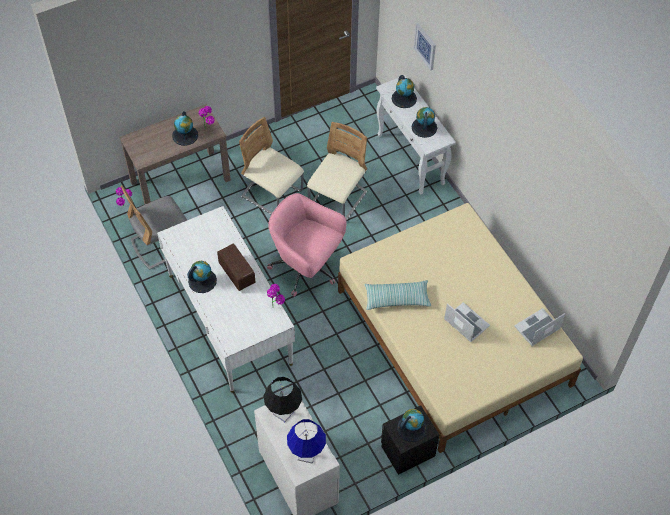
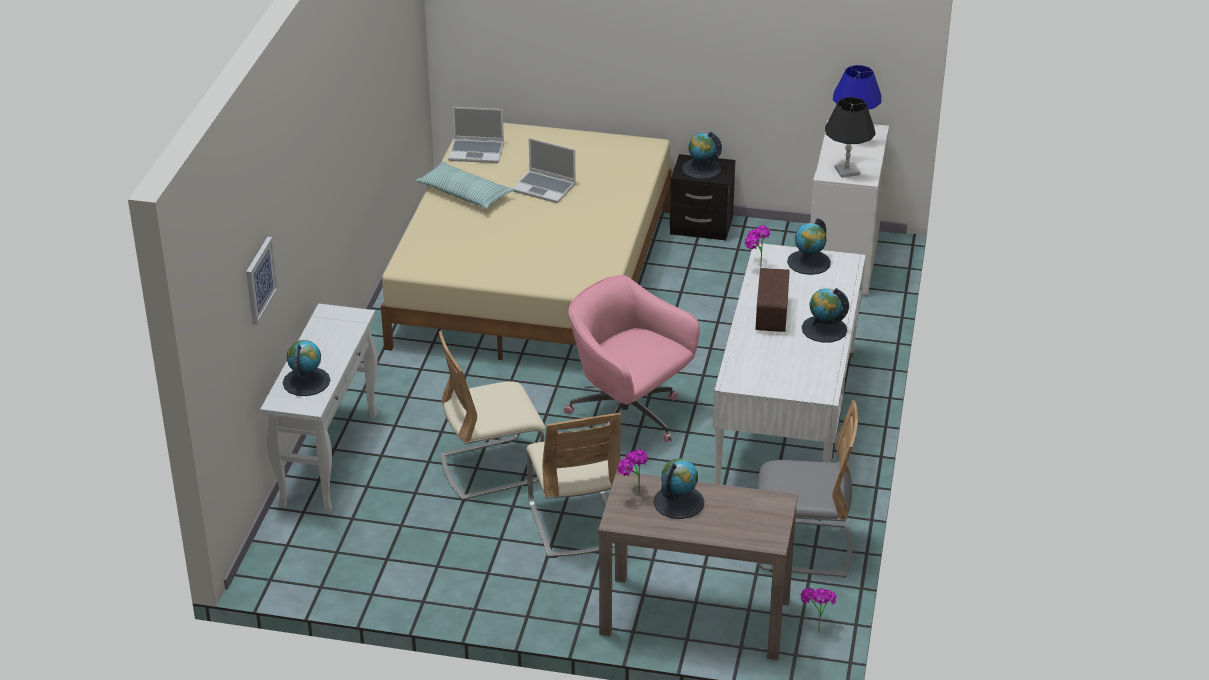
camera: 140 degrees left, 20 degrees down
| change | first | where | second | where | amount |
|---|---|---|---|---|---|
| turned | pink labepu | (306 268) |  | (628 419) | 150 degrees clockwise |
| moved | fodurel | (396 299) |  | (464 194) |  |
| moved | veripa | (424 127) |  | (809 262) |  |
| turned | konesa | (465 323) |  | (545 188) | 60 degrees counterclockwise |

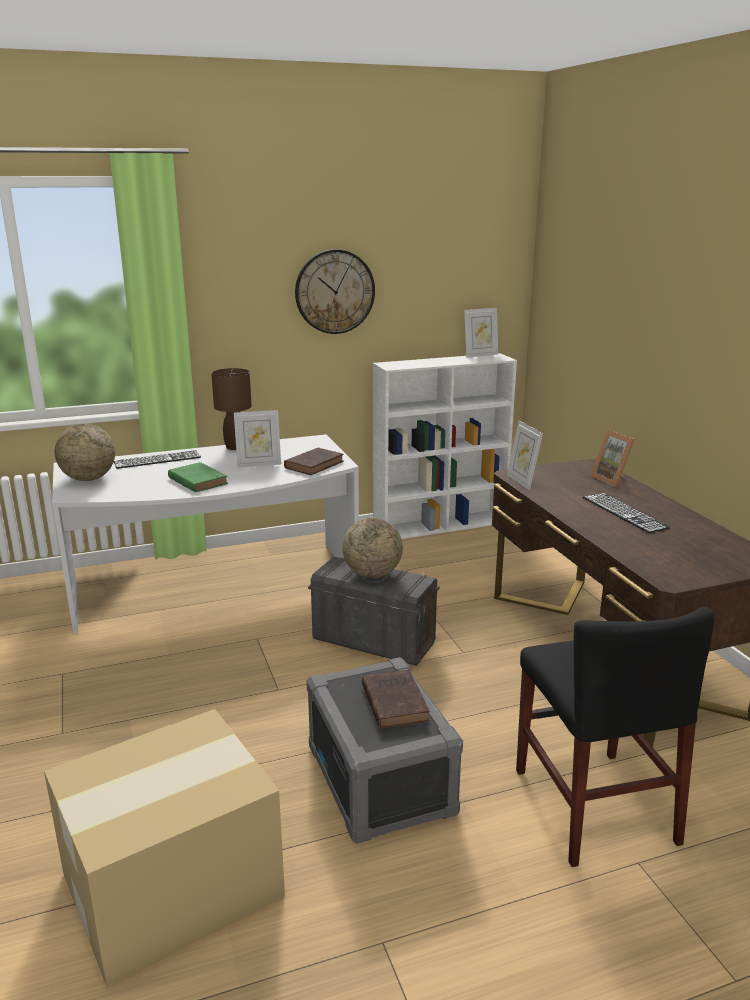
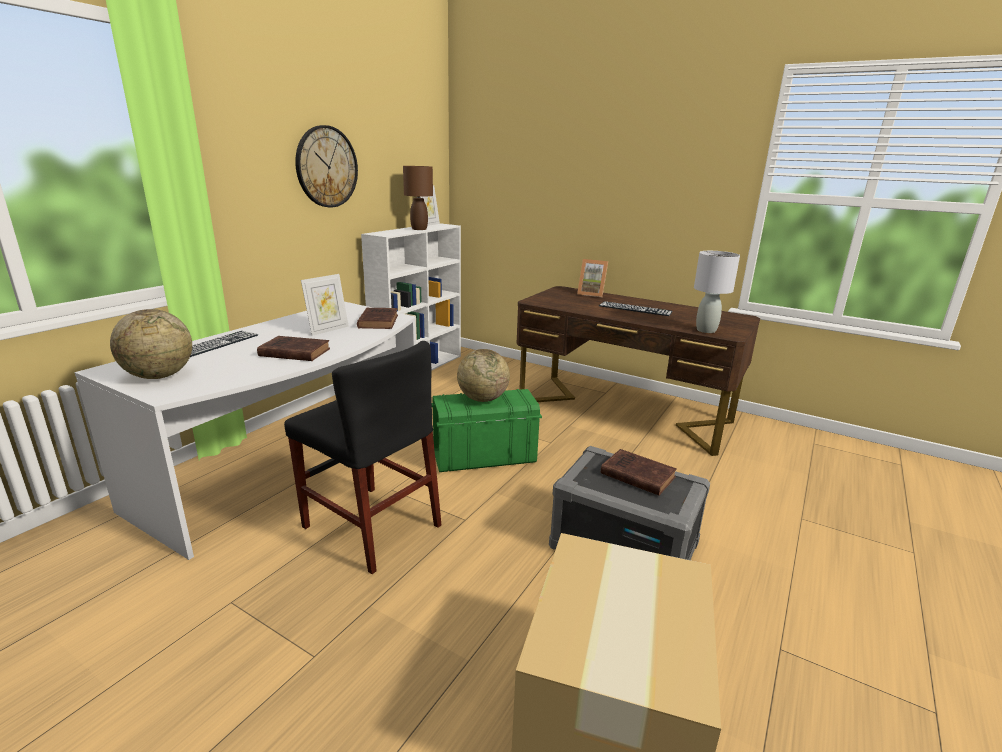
camera: 40 degrees left, 0 degrees up
| change | first | where | second | where | amount |
|---|---|---|---|---|---|
| recoloured | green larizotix | (197 480) | brown larizotix | (293 352) |  |
| moved | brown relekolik | (235 447) |  | (419 229) |  |
| recoloured | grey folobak | (373 640) | green folobak | (483 457) |  |
| removed | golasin | (522 482) |  |  |  |
| moved | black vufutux | (593 805) |  | (371 526) |  |
| added |  |  | grey relekolik | (705 330) |  |

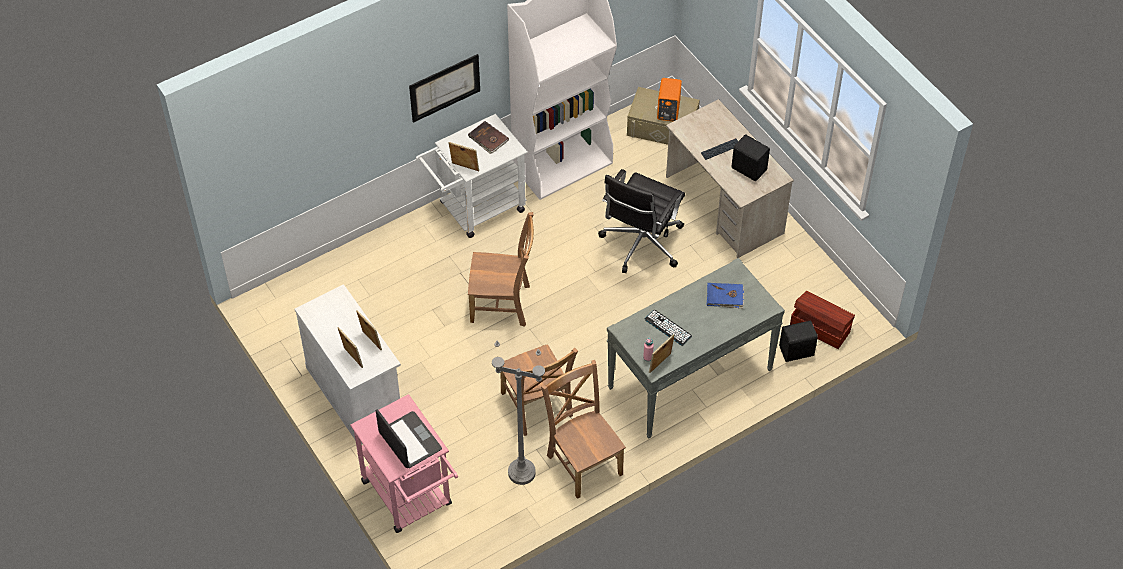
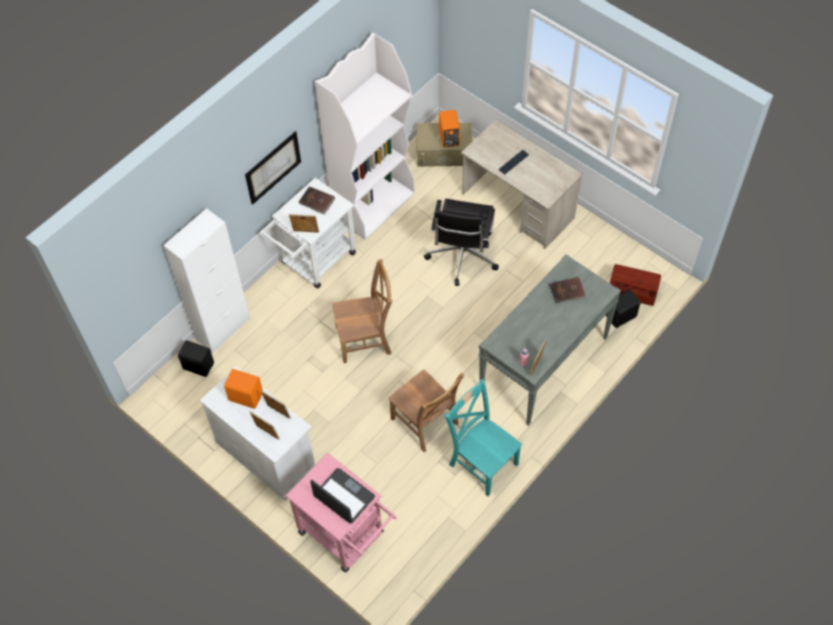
camera: 15 degrees left, 5 degrees up
| change | first | where | second | where | amount |
|---|---|---|---|---|---|
| removed | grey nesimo | (521 473) |  |  |  |
| recoloured | brown vufutux | (583 462) | turquoise vufutux | (482 462) |  |
| removed | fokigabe | (668 328) |  |  |  |
| recoloured | blue larizotix | (725 297) | brown larizotix | (567 291) |  |
| moved | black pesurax | (749 168) |  | (198 365) |  |
| added |  |  | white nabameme | (223 329) |  |
| added |  |  | orange pesurax | (246 396) |  |

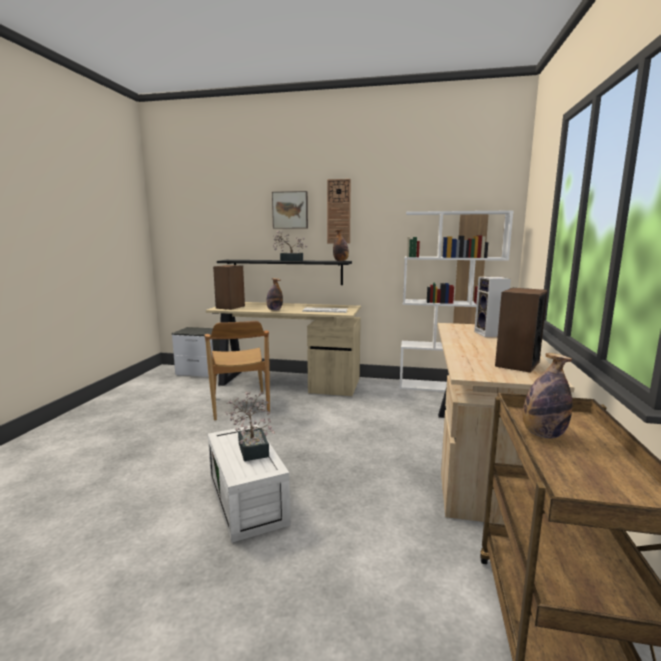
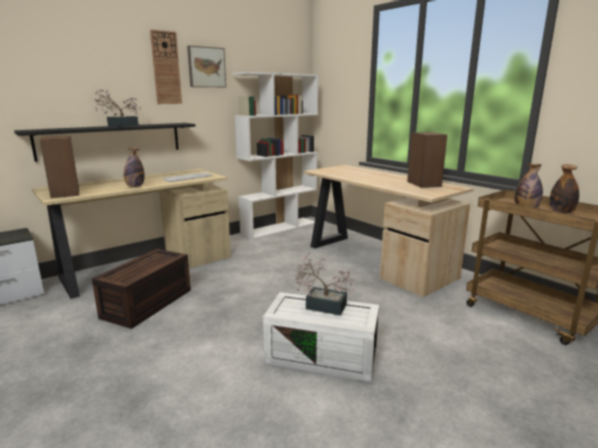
camera: 50 degrees left, 5 degrees up
| change | first | where | second | where | amount |
|---|---|---|---|---|---|
| replaced | brown vufutux | (240 406) | brown folobak | (147 304) |  |
| moved | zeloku | (290 210) |  | (206 67) |  |
| moved | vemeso | (340 261) |  | (561 212) |  |
| removed | pesurax | (490 334) |  |  |  |

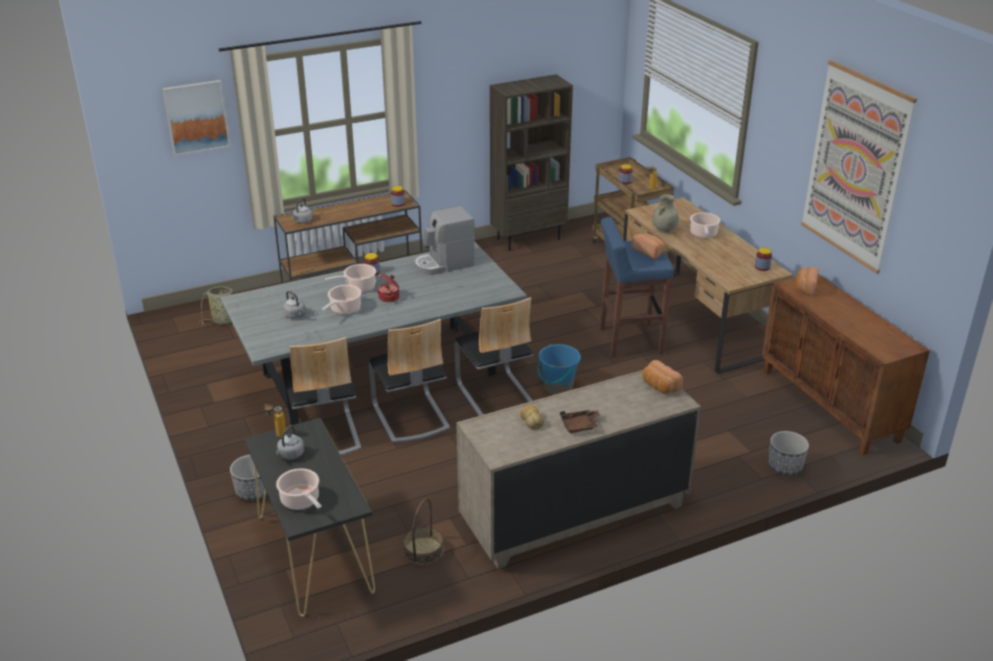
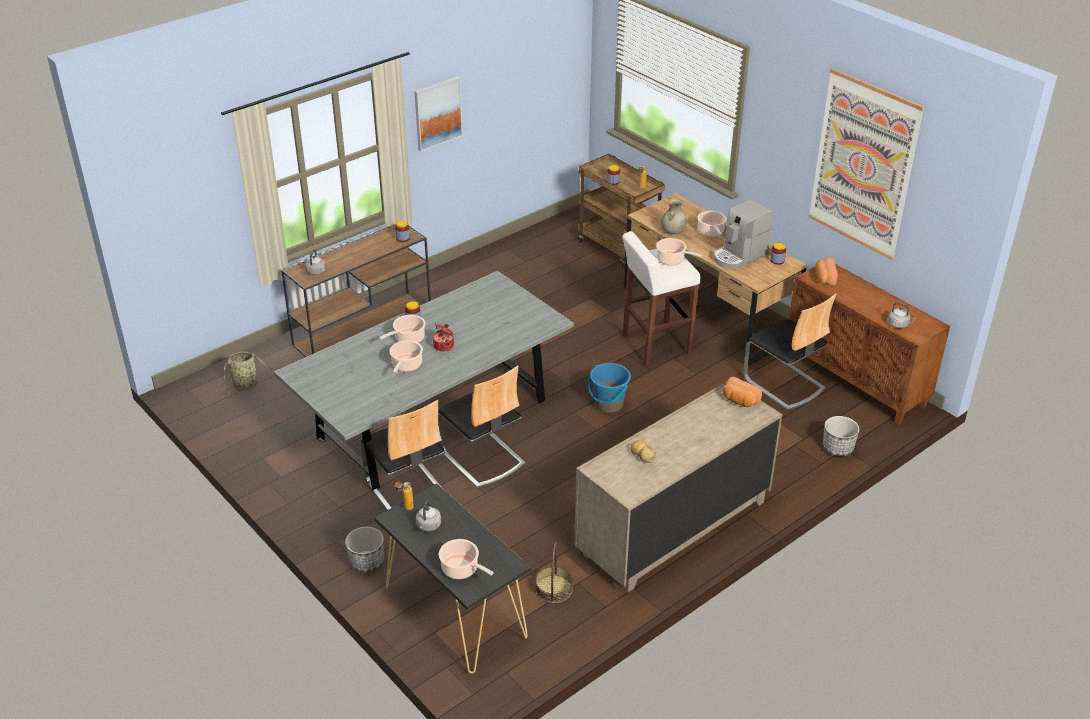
camera: 15 degrees left, 5 degrees up
| change | first | where | second | where | amount |
|---|---|---|---|---|---|
| moved | zeloku | (196 117) |  | (437 113) |  |
| moved | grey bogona | (295 315) |  | (899 324) |  |
| moved | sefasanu | (444 264) |  | (739 256) |  |
| moved | vufutux | (494 394) |  | (784 384) |  |
| removed | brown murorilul | (528 239) |  |  |  |
| removed | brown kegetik | (579 426) |  |  |  |
| recoloured | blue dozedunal | (629 341) | white dozedunal | (655 344) |  |
| replaced | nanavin | (649 252) | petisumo | (672 260) |  |

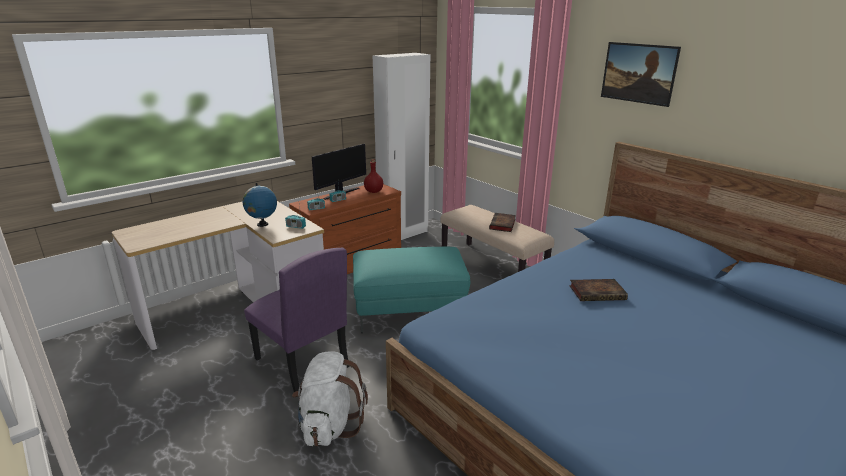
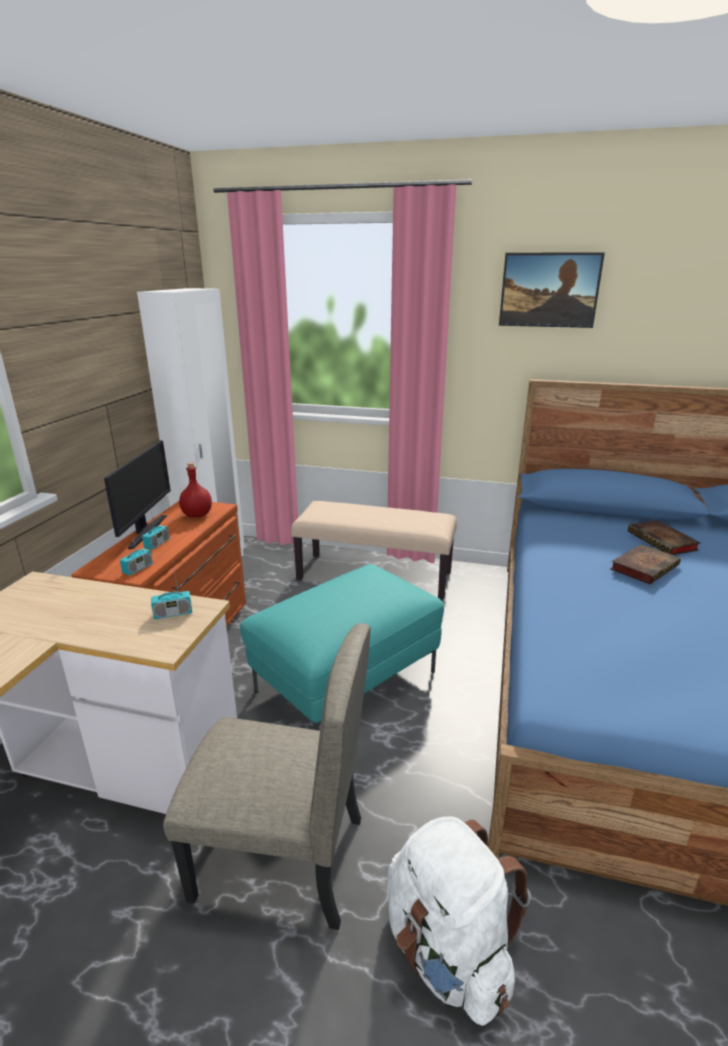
camera: 35 degrees left, 0 degrees up
| change | first | where | second | where | amount |
|---|---|---|---|---|---|
| removed | veripa | (262 224) |  |  |  |
| recoloured | purple vufutux | (301 363) | beige vufutux | (279 858) |  |
| moved | larizotix | (502 225) |  | (663 542) |  |

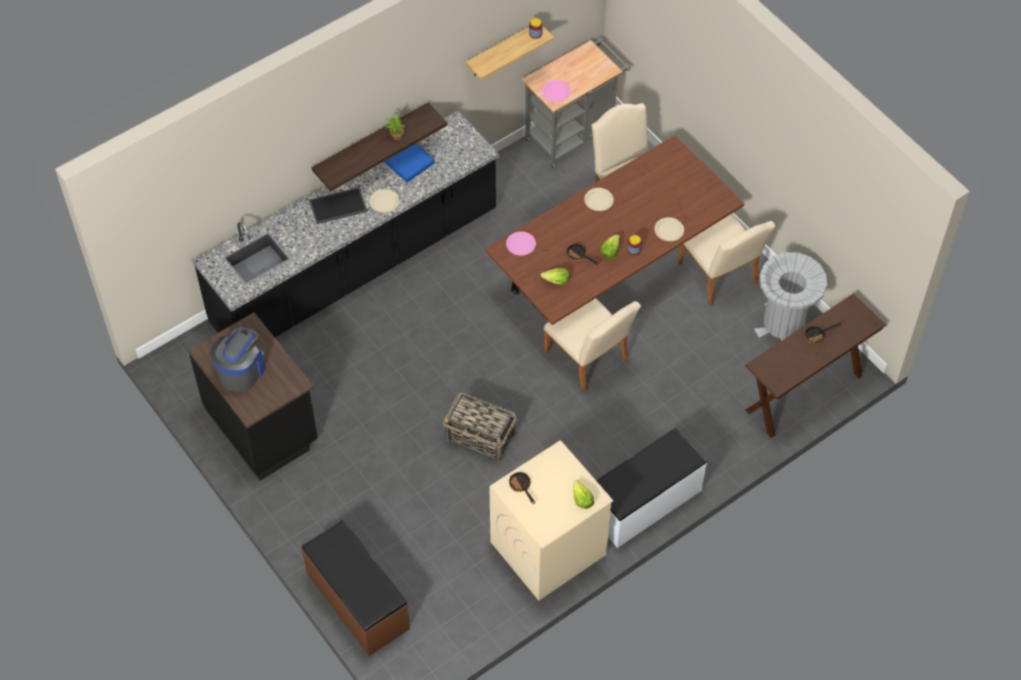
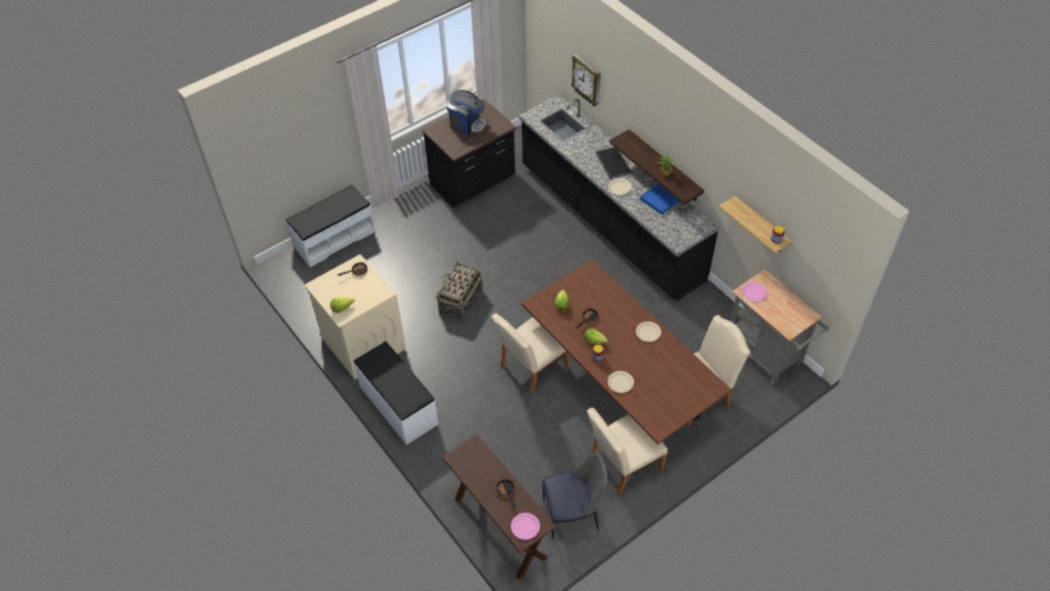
camera: 90 degrees right, 5 degrees down
| change | first | where | second | where | amount |
|---|---|---|---|---|---|
| recoloured | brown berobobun | (357 601) | white berobobun | (334 239) |  |
| moved | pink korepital | (521 244) |  | (525 526) |  |
| replaced | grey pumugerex | (783 325) | vufutux | (573 515) |  |
| added |  |  | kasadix | (587 80) |  |

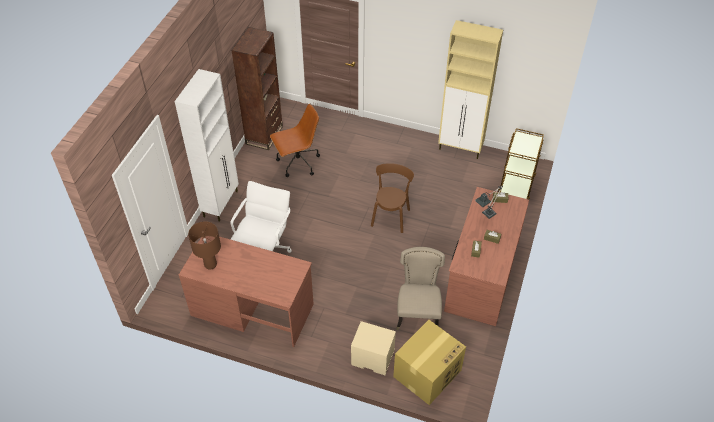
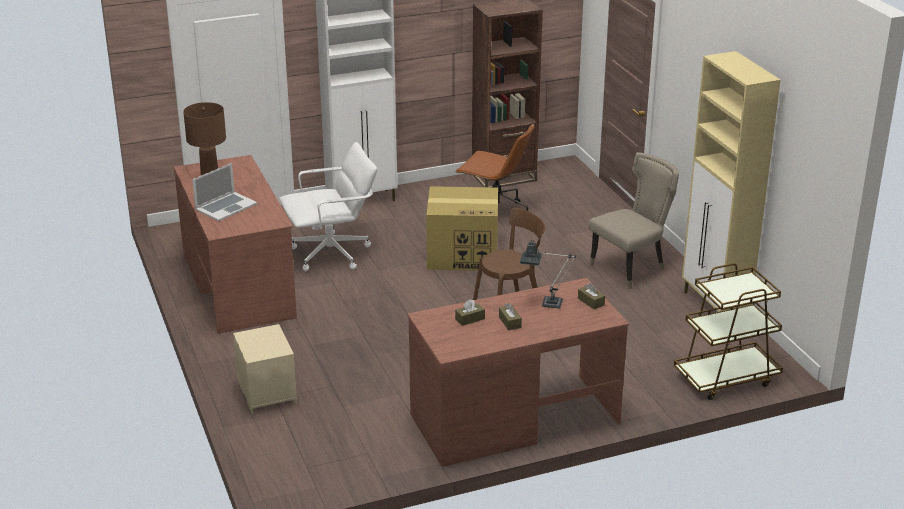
camera: 50 degrees right, 20 degrees down
| change | first | where | second | where | amount |
|---|---|---|---|---|---|
| moved | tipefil | (427 372) |  | (463 255) |  |
| moved | beige vufutux | (418 314) |  | (631 268) |  |
| added |  |  | konesa | (225 206) |  |

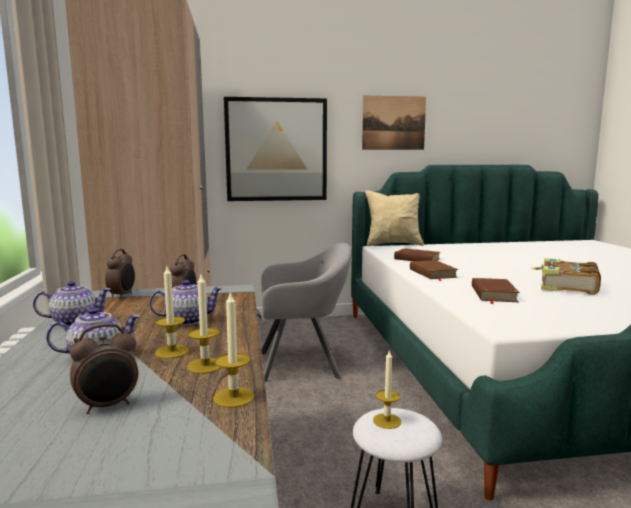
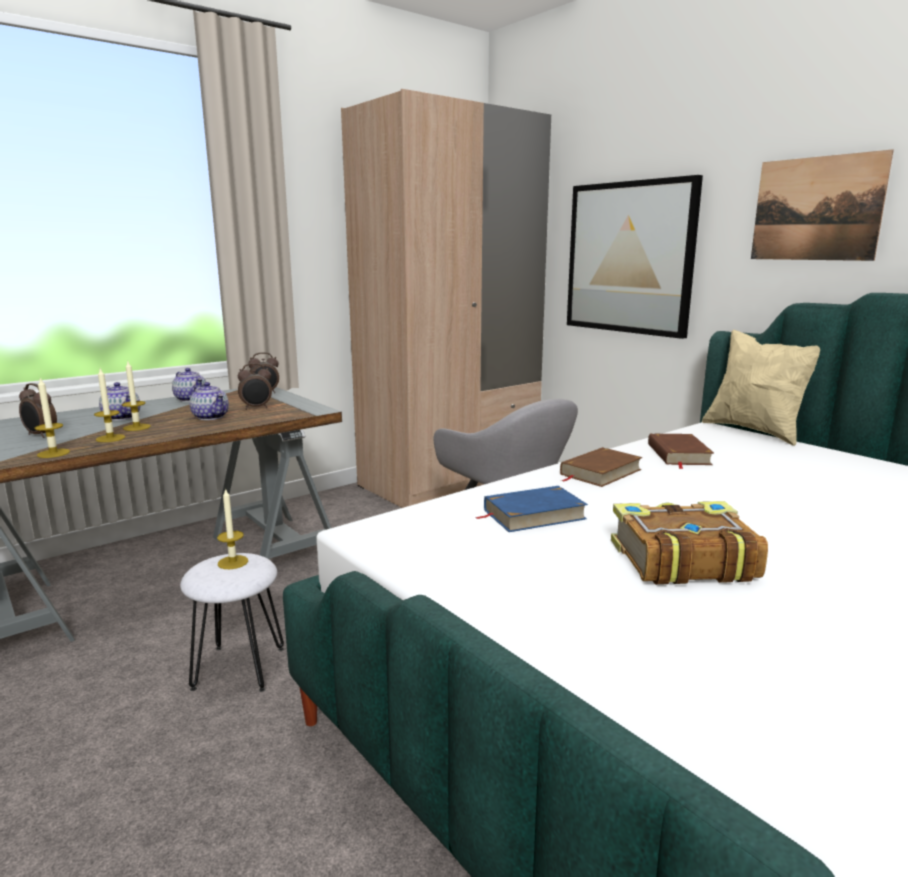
camera: 60 degrees right, 5 degrees up
| change | first | where | second | where | amount |
|---|---|---|---|---|---|
| recoloured | brown larizotix | (493 294) | blue larizotix | (533 514) |  |

